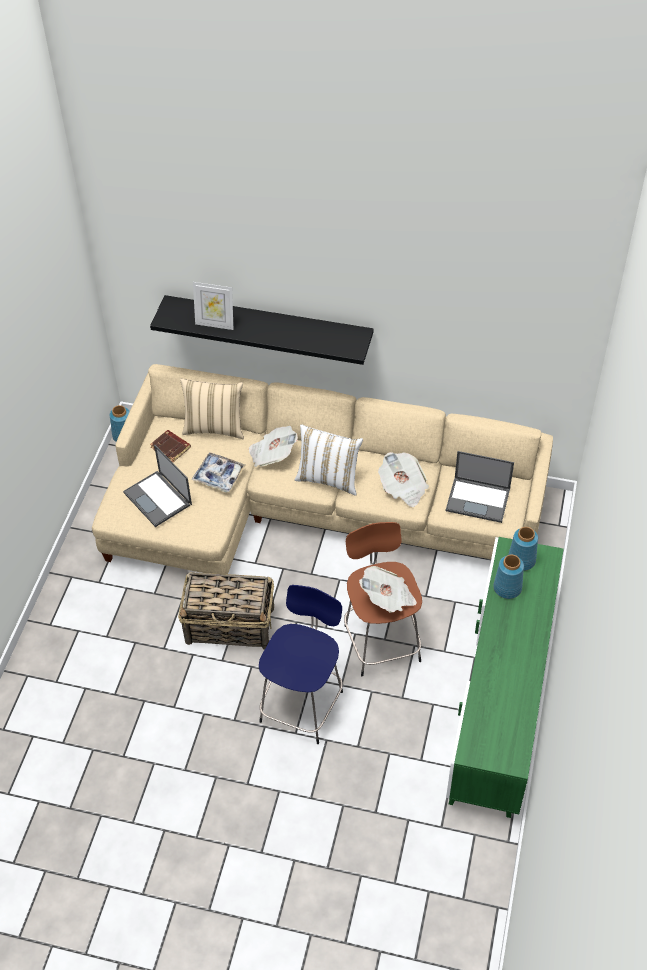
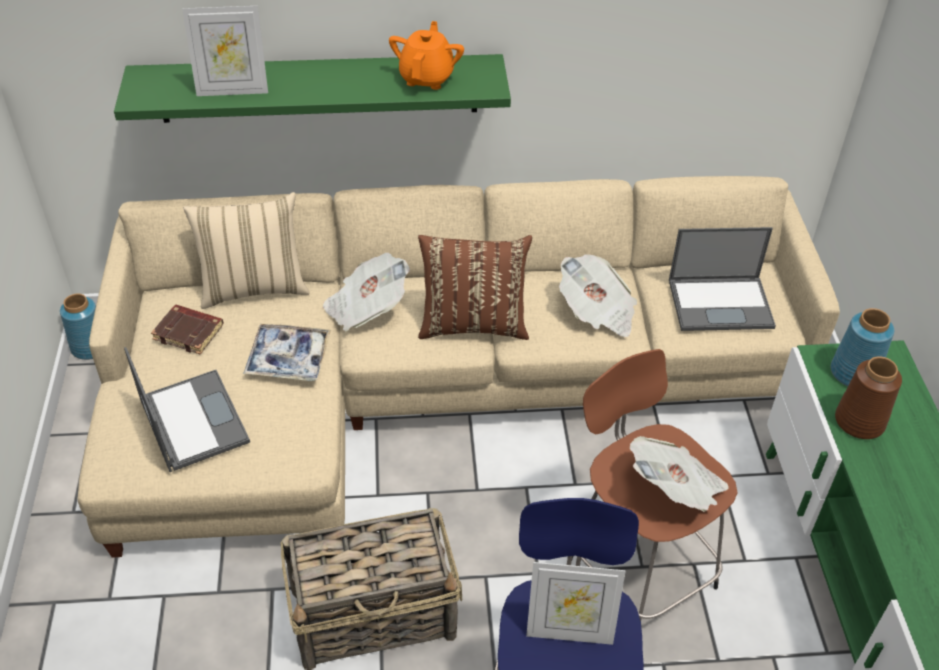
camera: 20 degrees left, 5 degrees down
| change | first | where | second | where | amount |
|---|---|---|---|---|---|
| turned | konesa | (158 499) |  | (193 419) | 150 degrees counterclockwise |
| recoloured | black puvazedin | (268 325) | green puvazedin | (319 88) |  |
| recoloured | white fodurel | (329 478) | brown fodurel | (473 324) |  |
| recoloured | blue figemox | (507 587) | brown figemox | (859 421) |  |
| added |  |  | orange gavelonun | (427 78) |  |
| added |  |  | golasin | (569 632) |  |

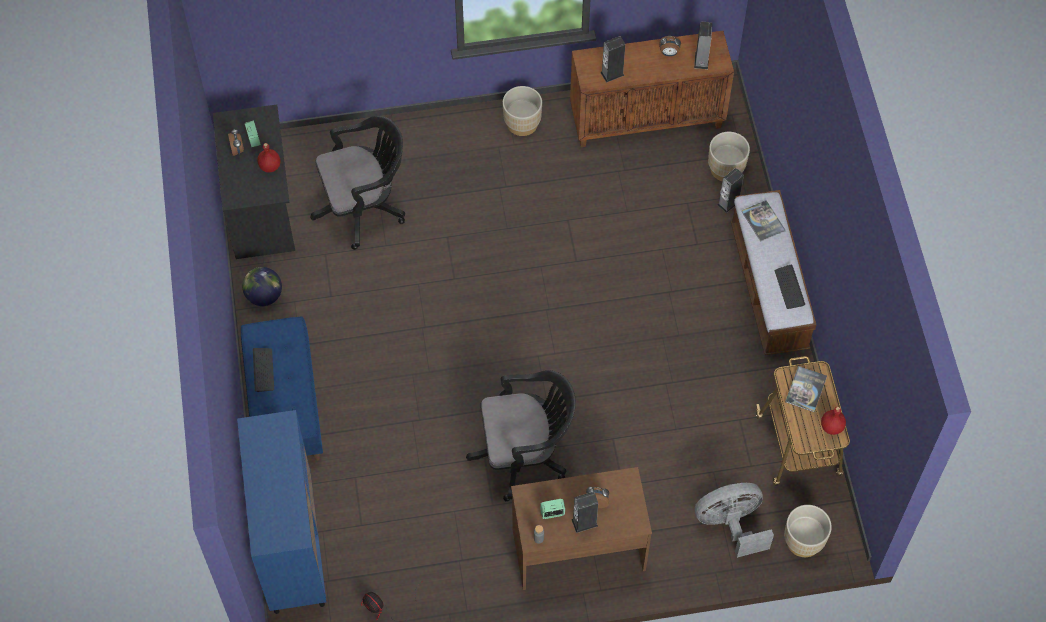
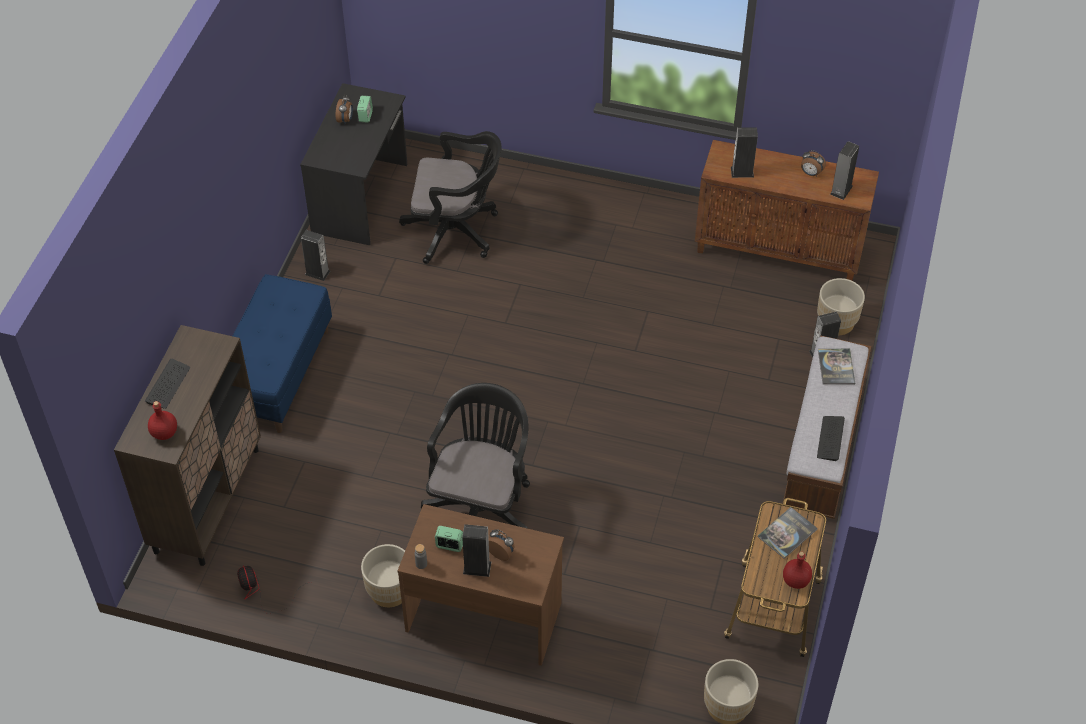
camera: 25 degrees right, 10 degrees down
| change | first | where | second | where | amount |
|---|---|---|---|---|---|
| recoloured | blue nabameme | (292 546) | brown nabameme | (207 499) |  |
| replaced | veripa | (264 295) | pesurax | (317 272) |  |
| moved | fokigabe | (263 370) |  | (168 385) |  |
| moved | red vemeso | (270 167) |  | (164 433) |  |
| turned | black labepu | (524 454) |  | (481 505) | 90 degrees counterclockwise |
| moved | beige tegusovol | (522 123) |  | (389 590) |  |
| removed | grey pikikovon | (730 524) |  |  |  |

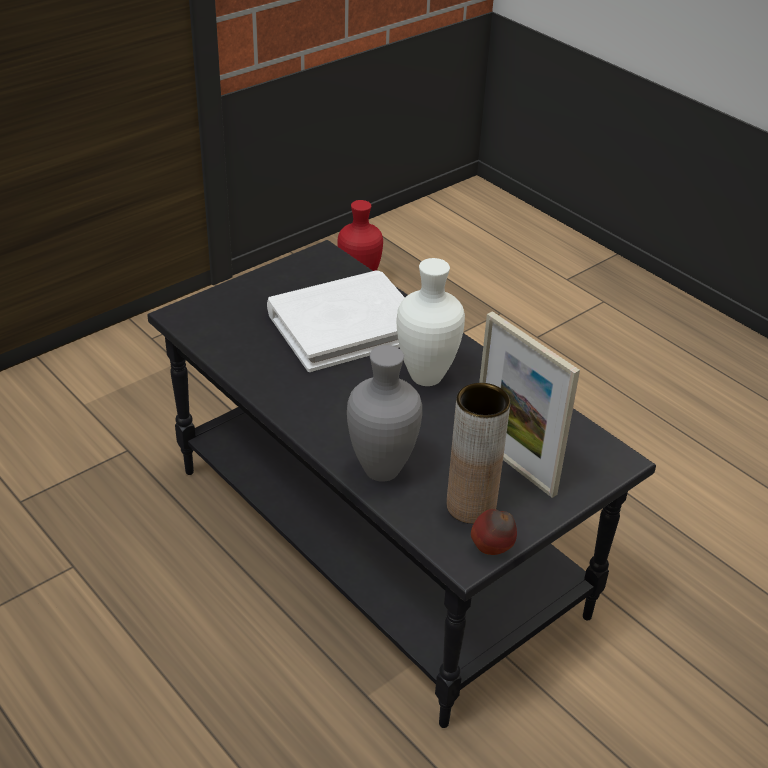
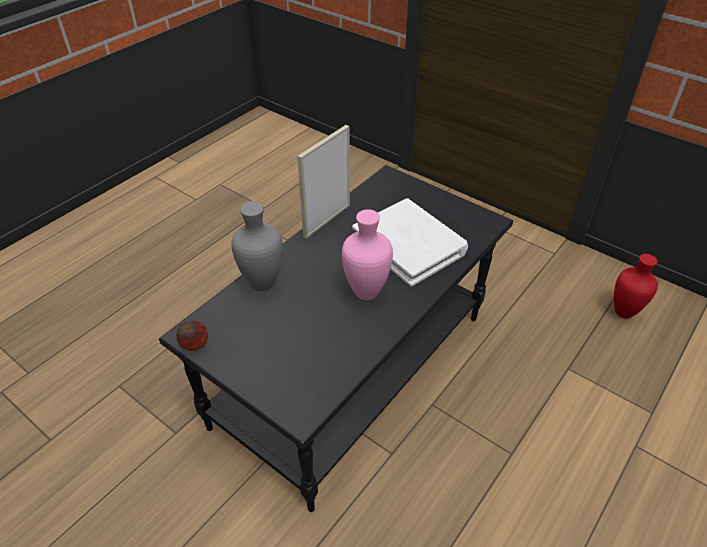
camera: 80 degrees right, 5 degrees up
| change | first | where | second | where | amount |
|---|---|---|---|---|---|
| recoloured | white figemox | (428 376) | pink figemox | (367 293) |  |
| removed | brown figemox | (471 506) |  |  |  |
| moved | golasin | (514 465) |  | (327 220) |  |

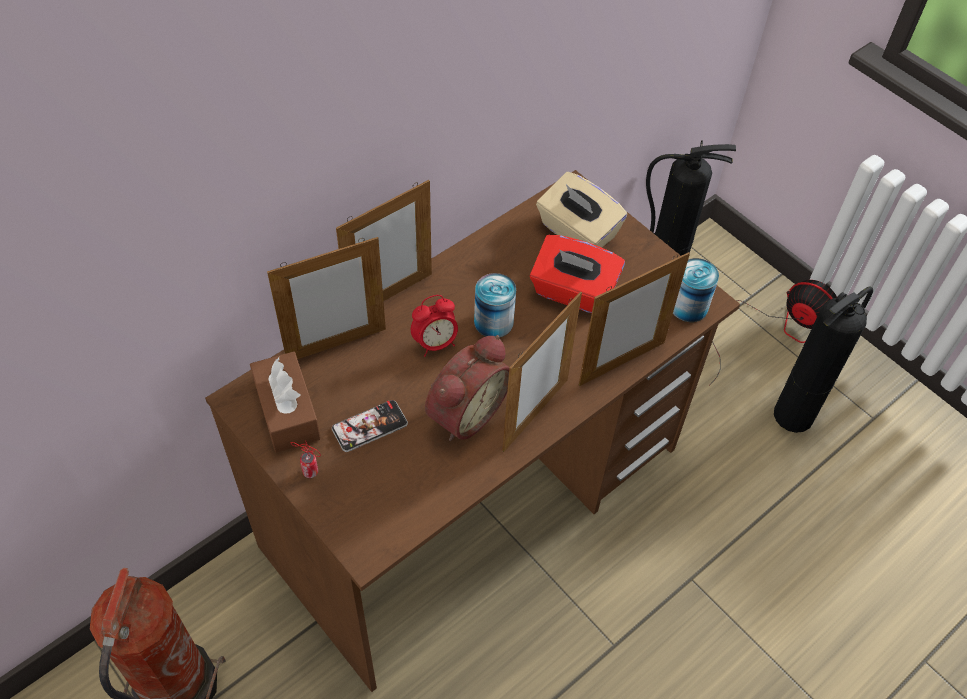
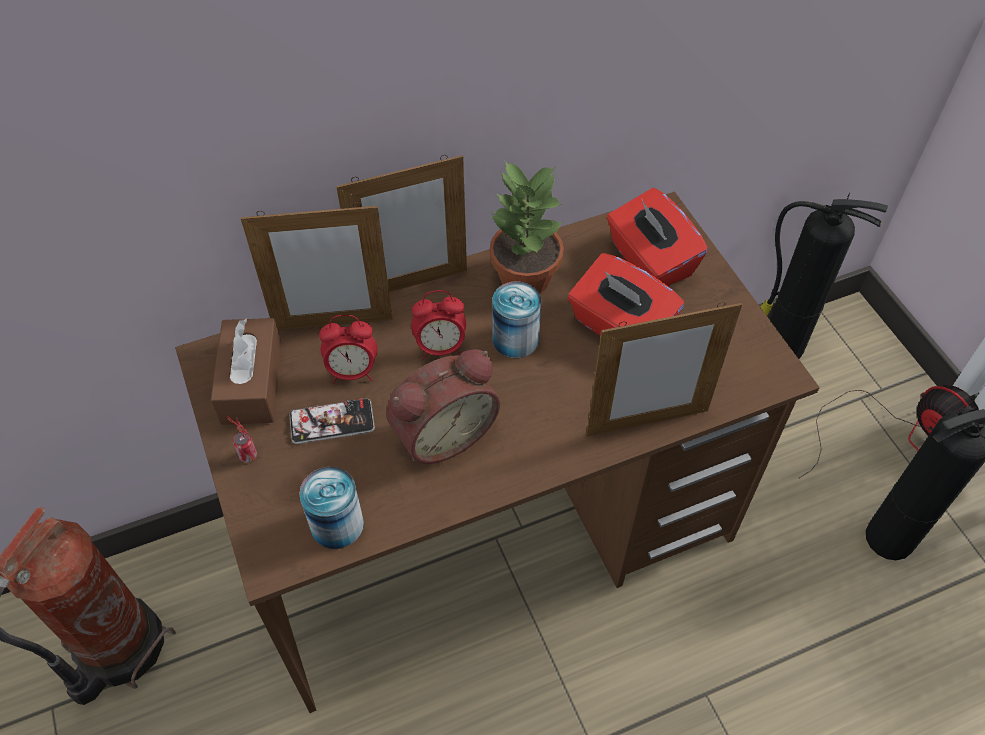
camera: 20 degrees right, 0 degrees up
| change | first | where | second | where | amount |
|---|---|---|---|---|---|
| removed | golasin | (535 414) |  |  |  |
| recoloured | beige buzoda | (577 232) | red buzoda | (650 261) |  |
| moved | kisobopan | (688 306) |  | (337 524) |  |
| added |  |  | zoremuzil | (352 372) |  |
| added |  |  | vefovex | (523 277) |  |

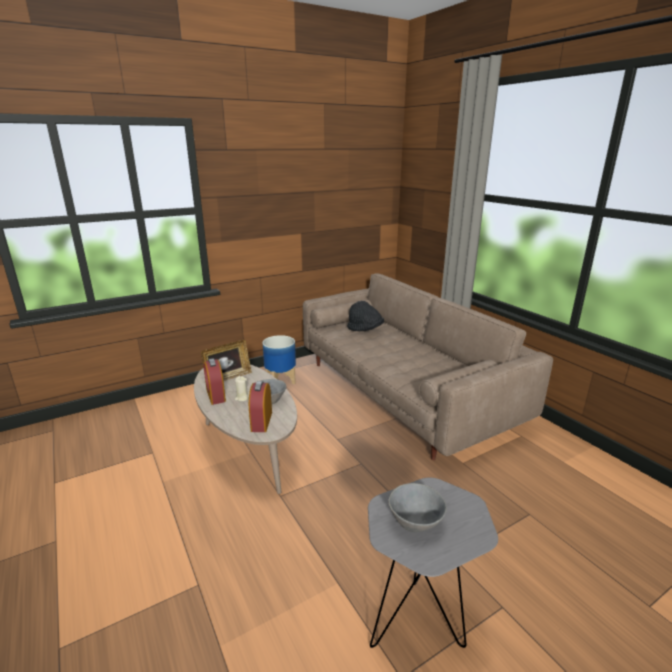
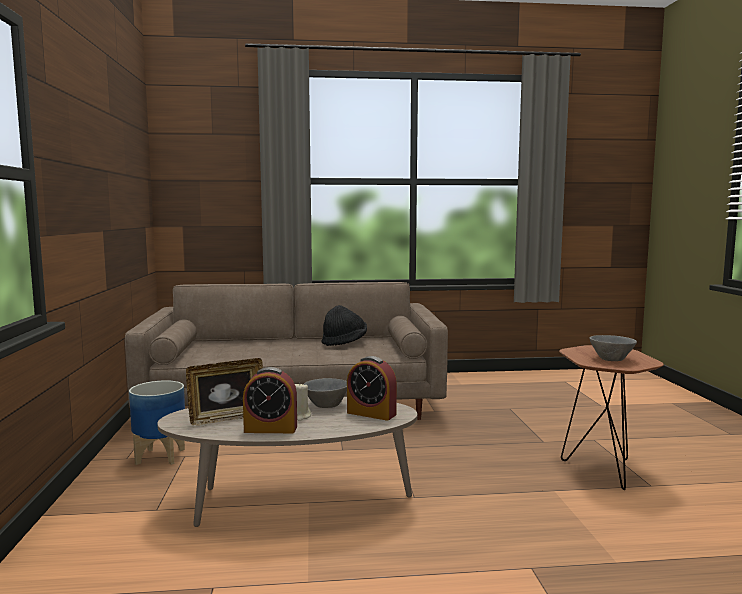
camera: 65 degrees left, 15 degrees down
| change | first | where | second | where | amount |
|---|---|---|---|---|---|
| turned | golasin | (228 377) |  | (227 418) | 75 degrees clockwise |
| moved | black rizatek | (365 330) |  | (344 342) |  |
| recoloured | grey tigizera | (419 622) | brown tigizera | (602 468) |  |

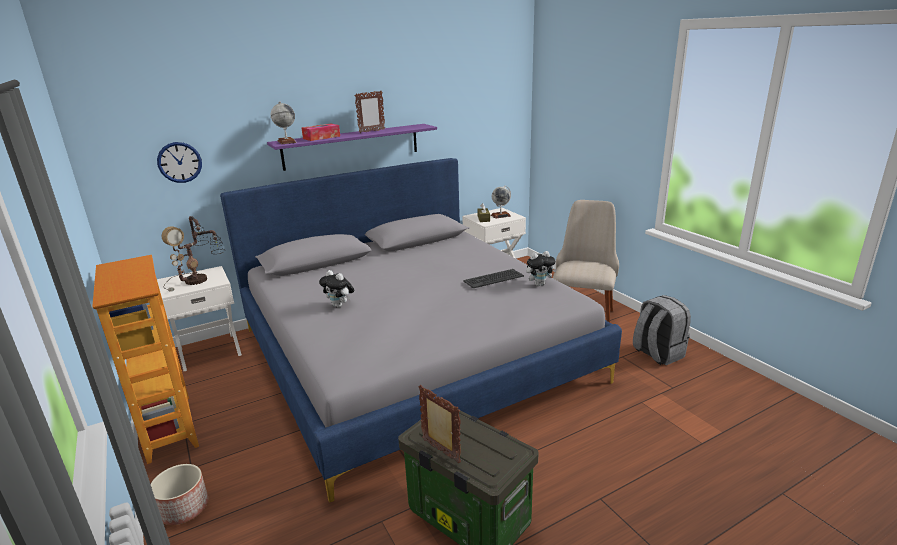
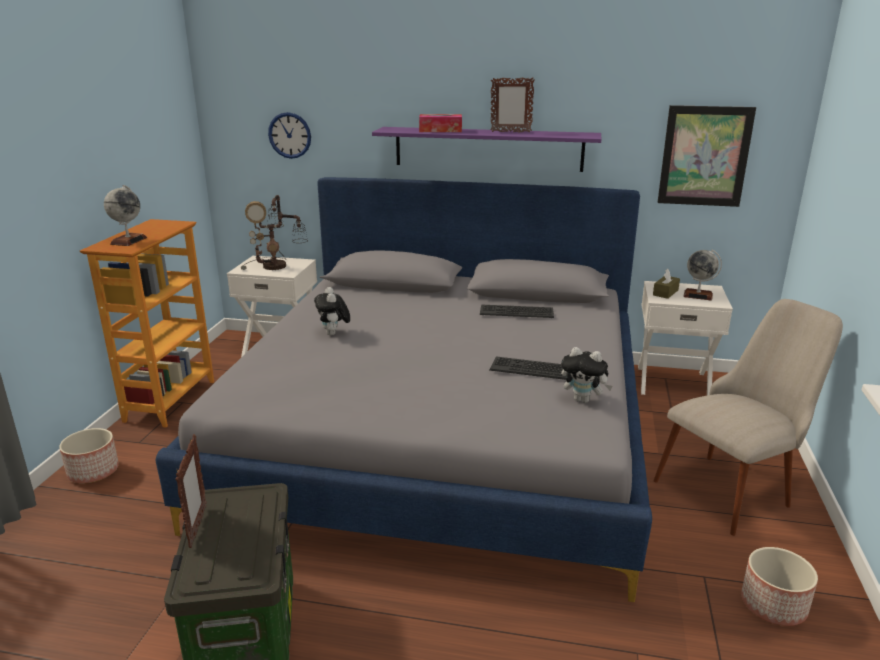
camera: 40 degrees right, 0 degrees up
| change | first | where | second | where | amount |
|---|---|---|---|---|---|
| moved | veripa | (286 142) |  | (128 241) |  |
| replaced | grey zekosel | (657 353) | tegusovol | (772 604) |  |
| added |  |  | fokigabe | (516 312) |  |
| added |  |  | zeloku | (704 156) |  |

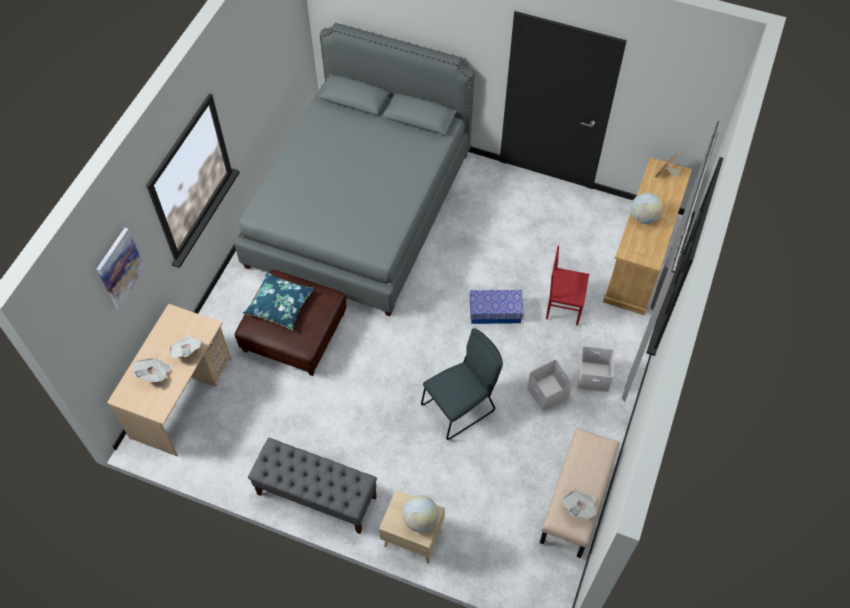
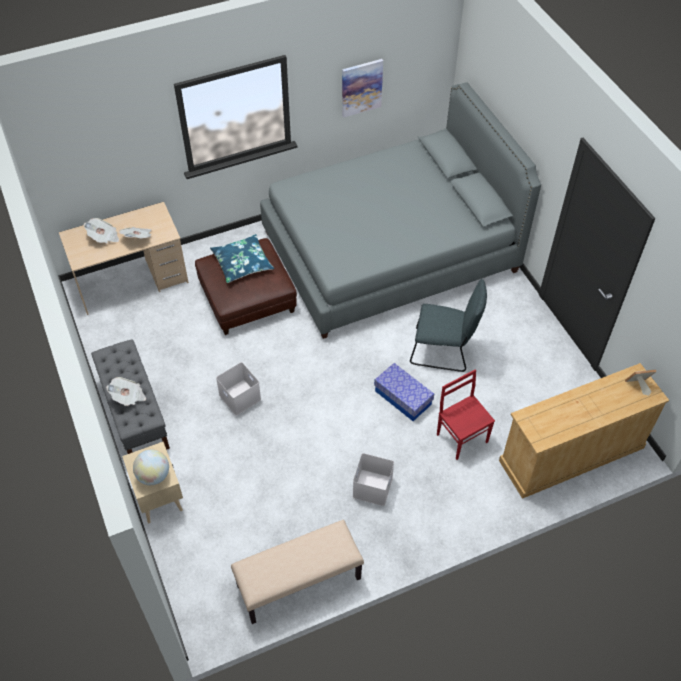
camera: 45 degrees right, 5 degrees down
| change | first | where | second | where | amount |
|---|---|---|---|---|---|
| moved | zeloku | (120 268) |  | (361 87) |  |
| moved | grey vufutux | (461 406) |  | (443 351) |  |
| moved | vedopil | (579 507) |  | (128 397) |  |
| moved | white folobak | (592 377) |  | (239 397) |  |
| removed | veripa | (643 217) |  |  |  |

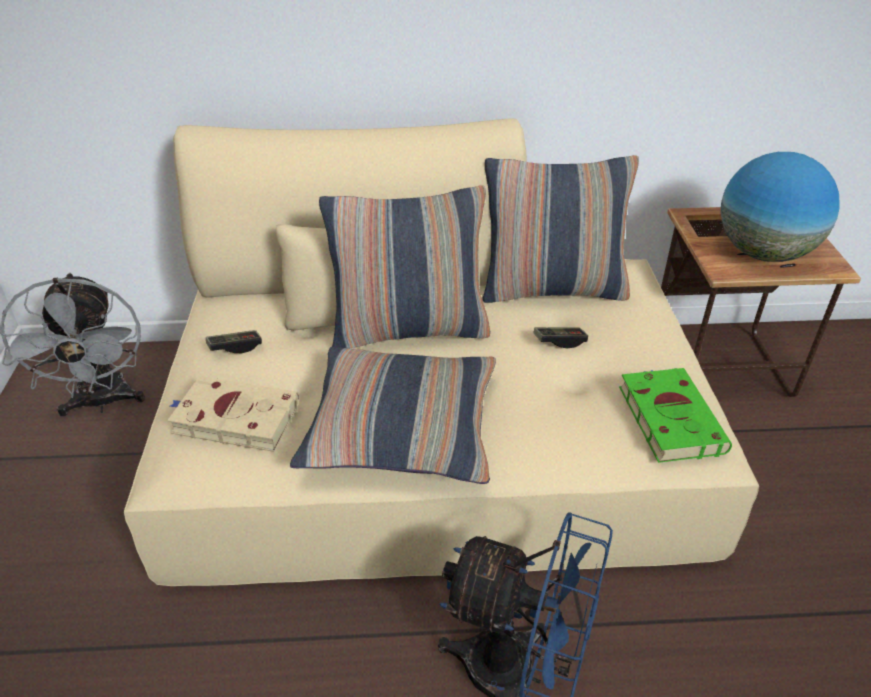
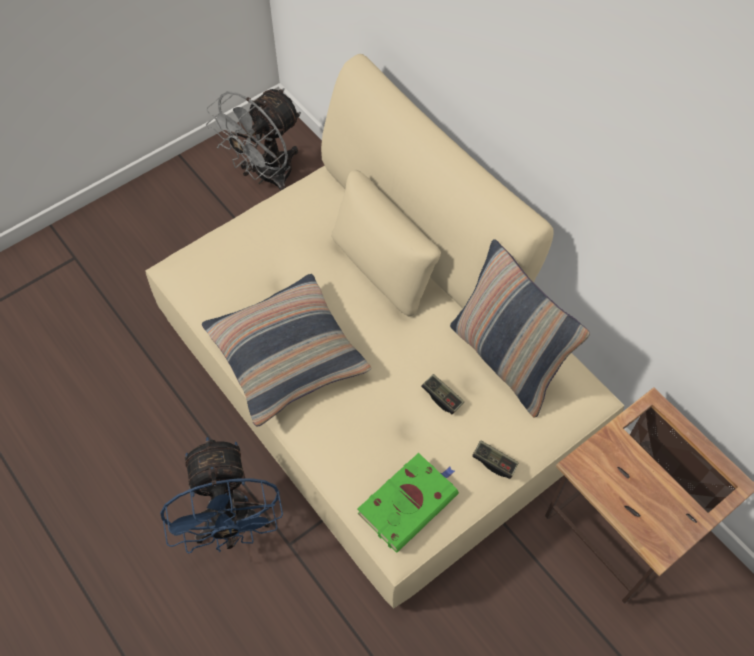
camera: 55 degrees right, 20 degrees up
| change | first | where | second | where | amount |
|---|---|---|---|---|---|
| removed | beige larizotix | (233 418) |  |  |  |
| moved | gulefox | (235 347) |  | (494 462) |  |
| removed | fodurel | (409 330) |  |  |  |
| removed | veripa | (763 253) |  |  |  |

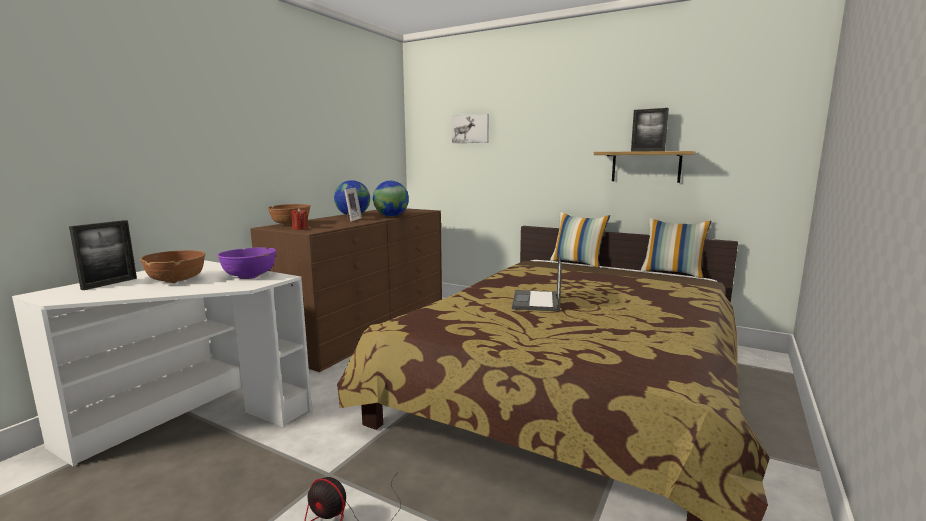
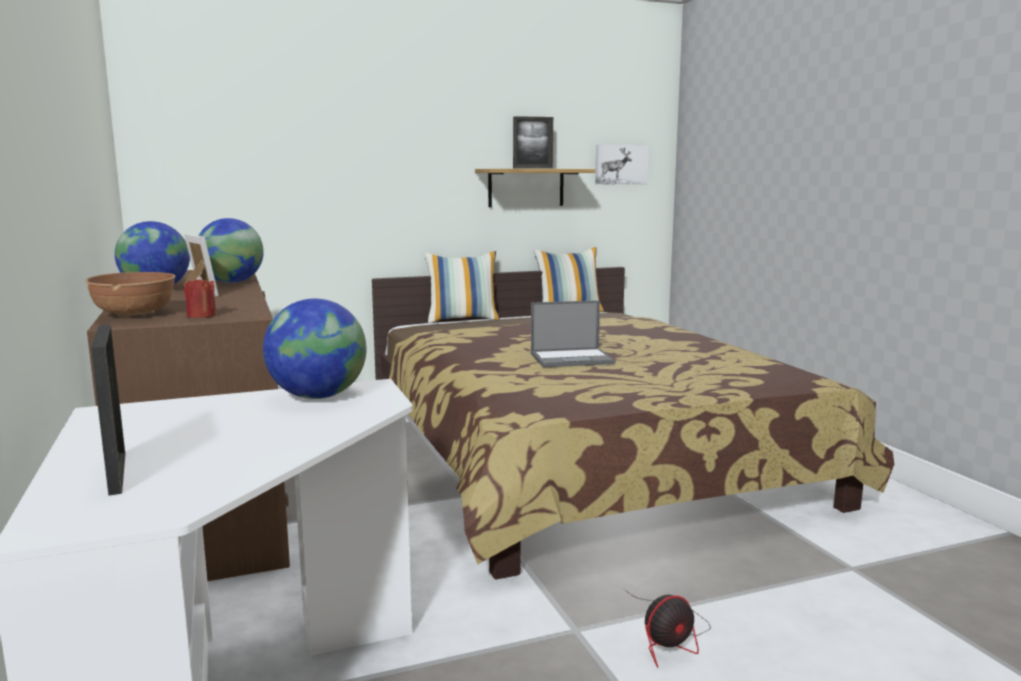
camera: 50 degrees left, 0 degrees up
| change | first | where | second | where | amount |
|---|---|---|---|---|---|
| removed | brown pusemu | (177 280) |  |  |  |
| replaced | purple pusemu | (249 276) | veripa | (318 397) |  |
| moved | zeloku | (471 129) |  | (620 164) |  |
| turned | konesa | (536 301) |  | (572 358) | 60 degrees counterclockwise |

